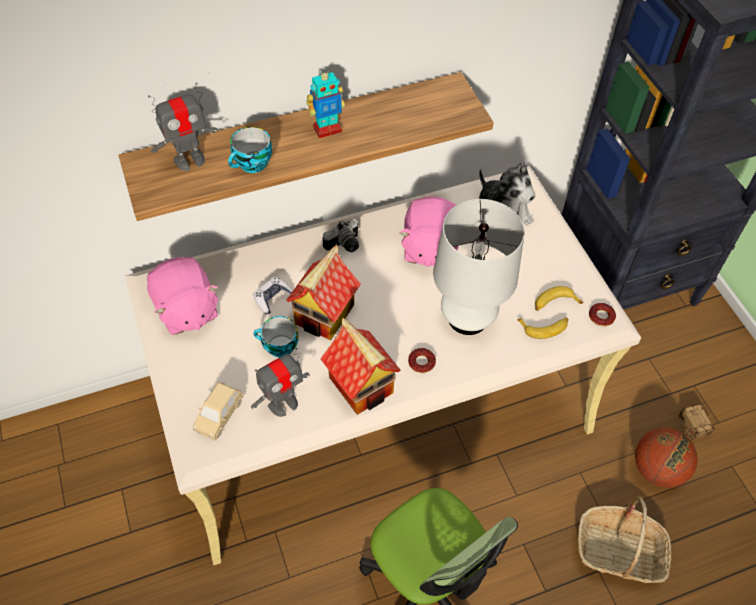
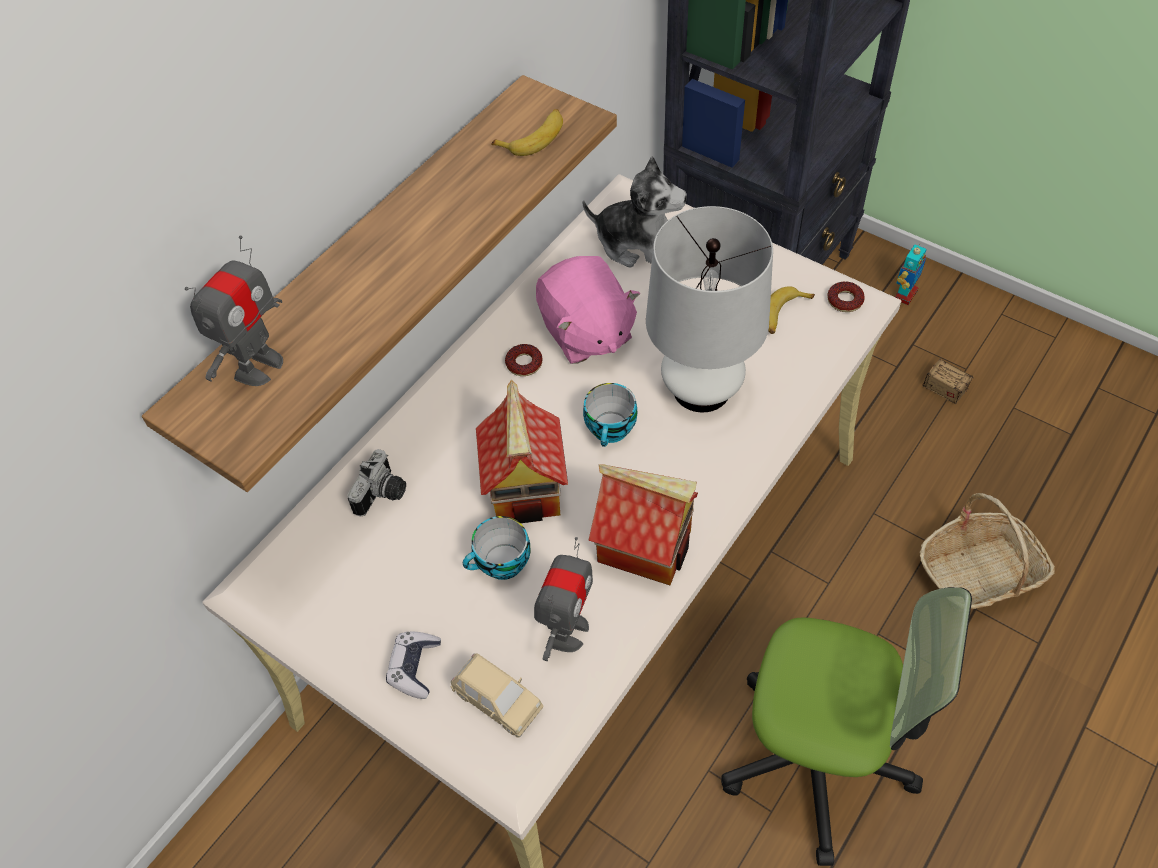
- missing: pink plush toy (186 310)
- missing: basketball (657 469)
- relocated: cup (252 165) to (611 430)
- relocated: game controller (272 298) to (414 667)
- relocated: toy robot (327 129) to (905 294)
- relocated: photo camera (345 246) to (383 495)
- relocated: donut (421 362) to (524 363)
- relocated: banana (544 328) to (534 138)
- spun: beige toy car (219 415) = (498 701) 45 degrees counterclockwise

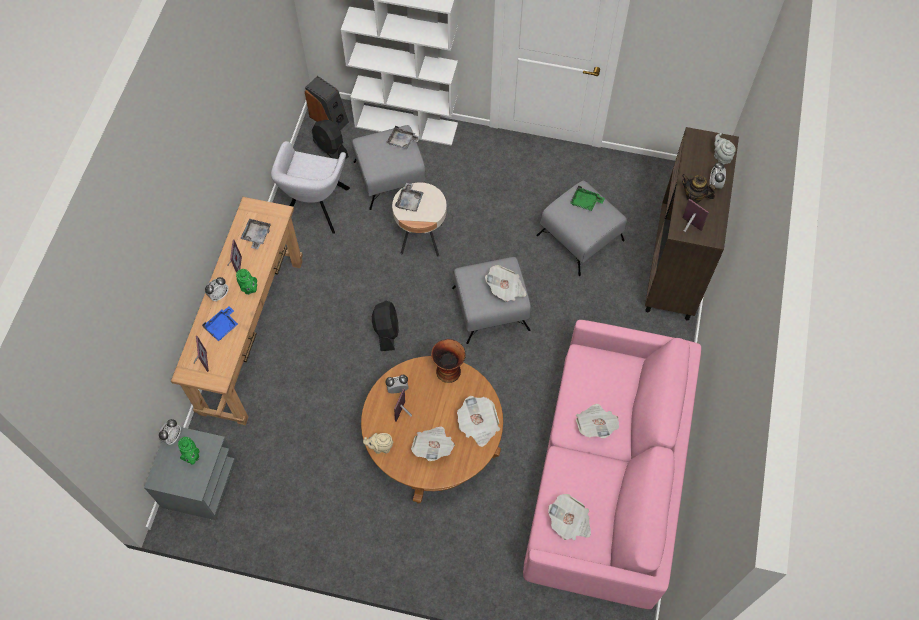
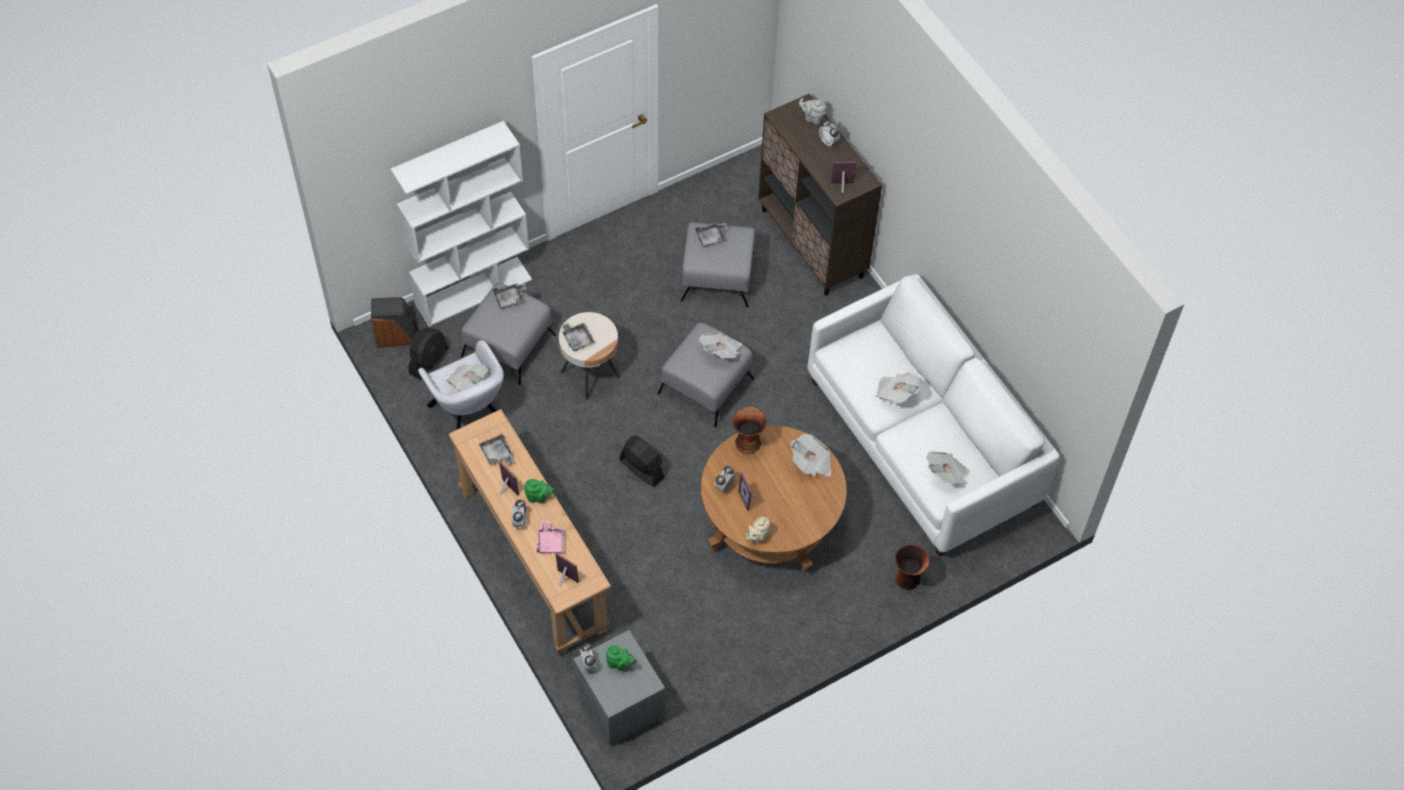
- missing: teapot (694 196)
- appeared: vase (908 578)
- relocated: newspaper (433 447) to (468 381)
- colour: blue tray (222 326) to pink tray (550 541)
- colour: pink sofa (606 480) to white sofa (922 442)
- colour: green tray (585 202) to grey tray (711 238)
- spun: black fan (331 149) = (428 361) 60 degrees counterclockwise

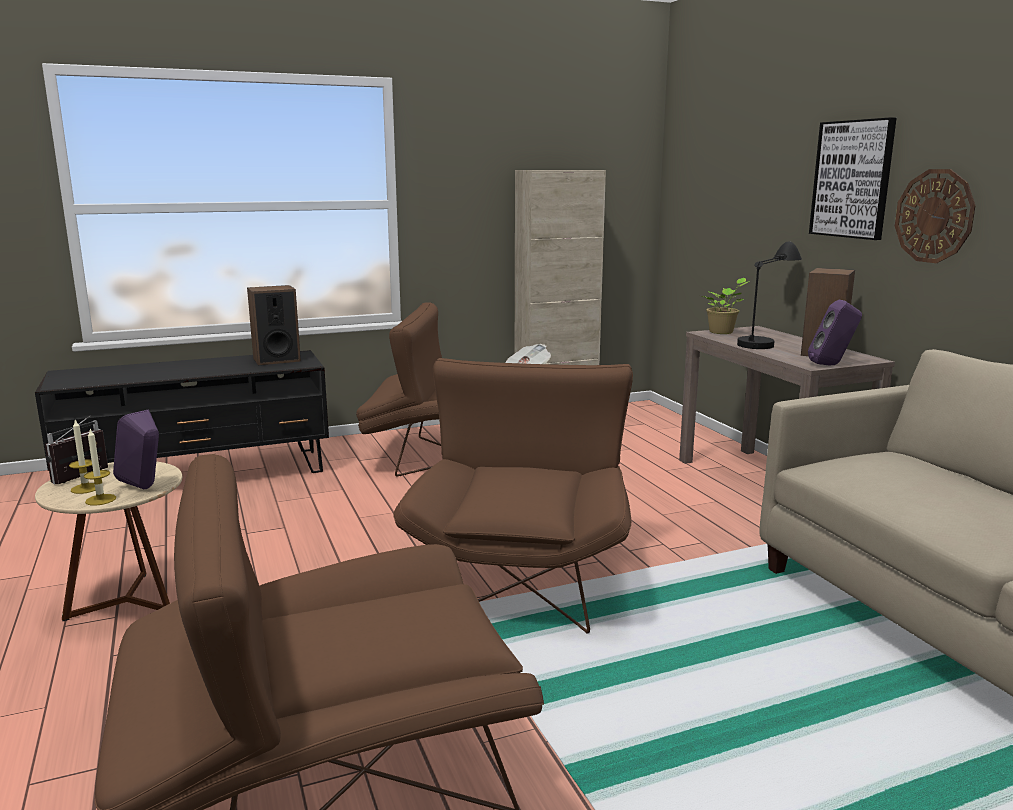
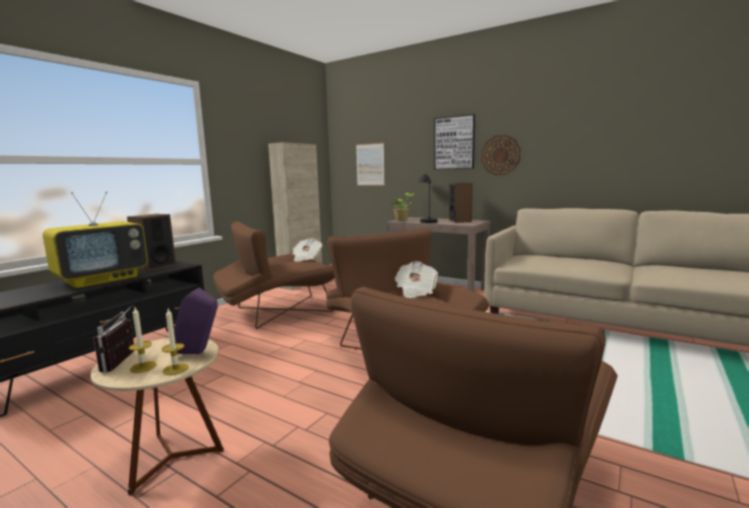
- missing: purple speaker (832 365)
- appeared: television (102 279)
- appeared: picture (370 164)
- appeared: newspaper (415 291)

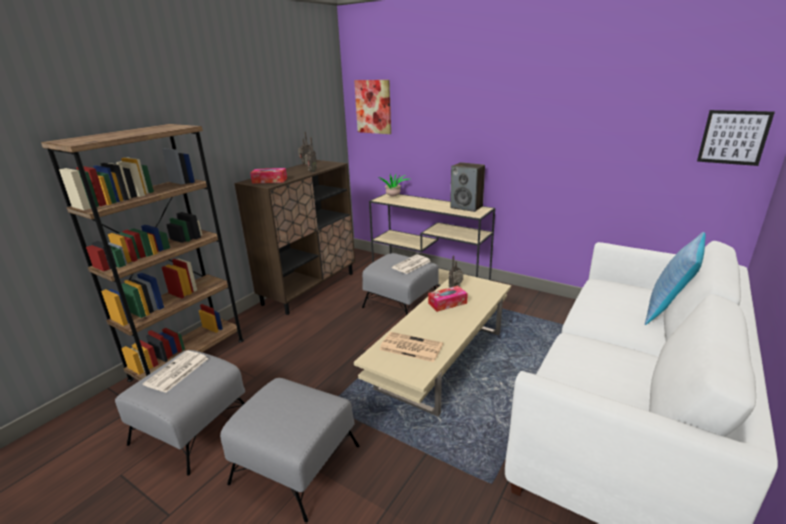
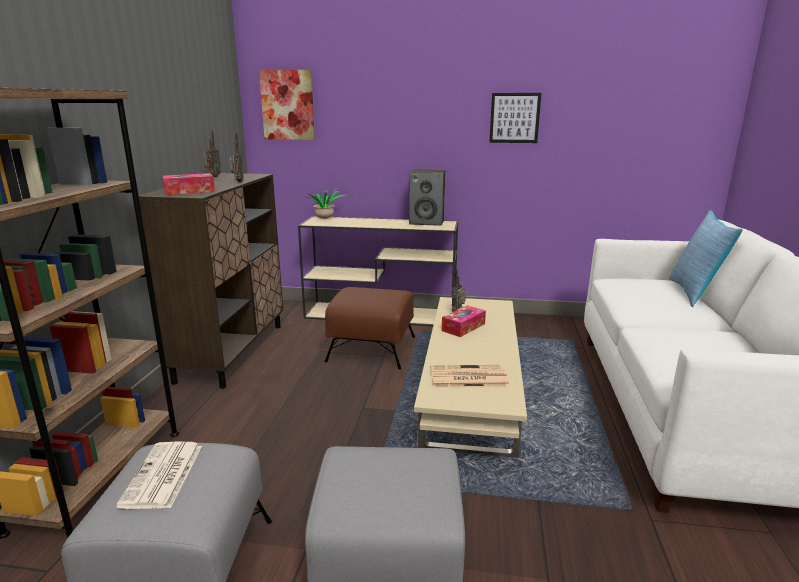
- missing: newspaper (411 265)
- relocated: picture (733 137) to (514 118)
- colour: grey ottoman (402 303) to brown ottoman (372 349)

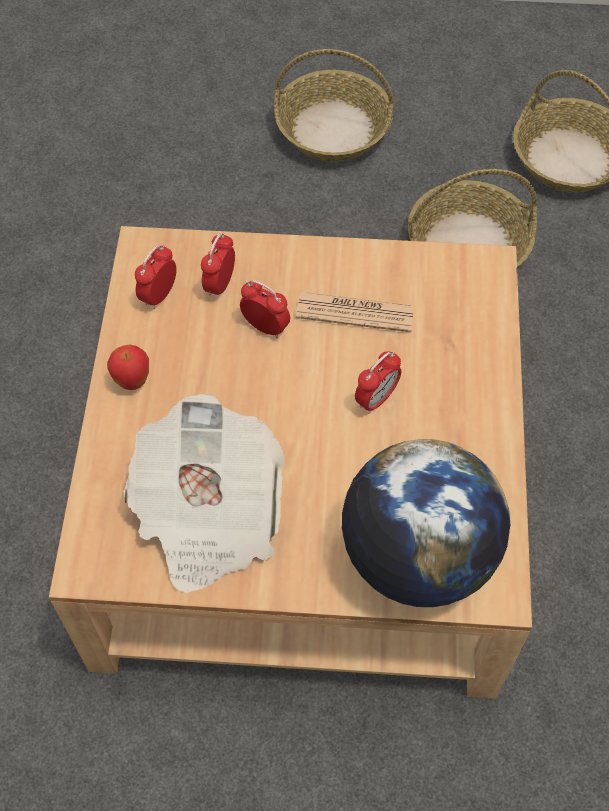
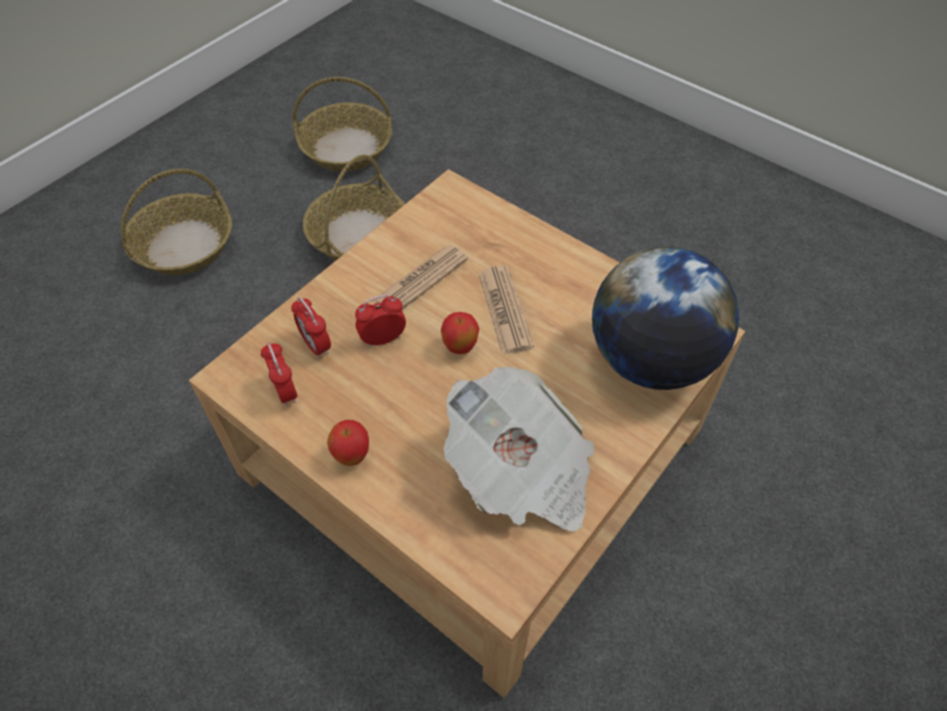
- appeared: apple (460 347)
- exchanged: alarm clock (376 399) to newspaper (505 310)

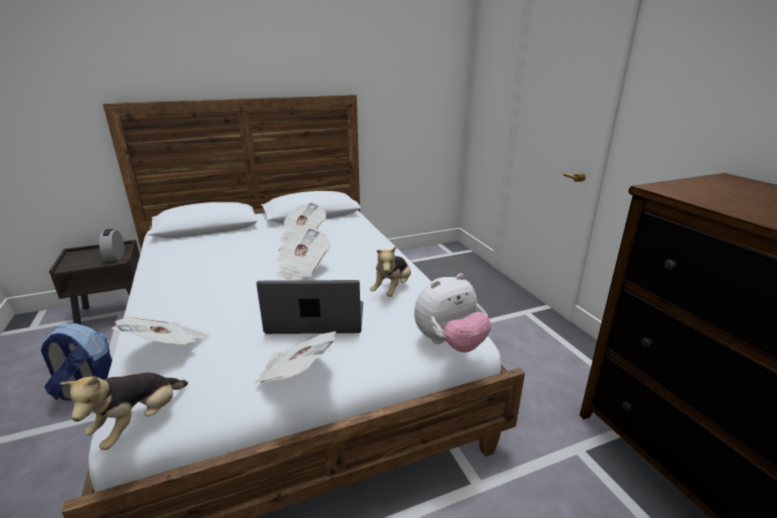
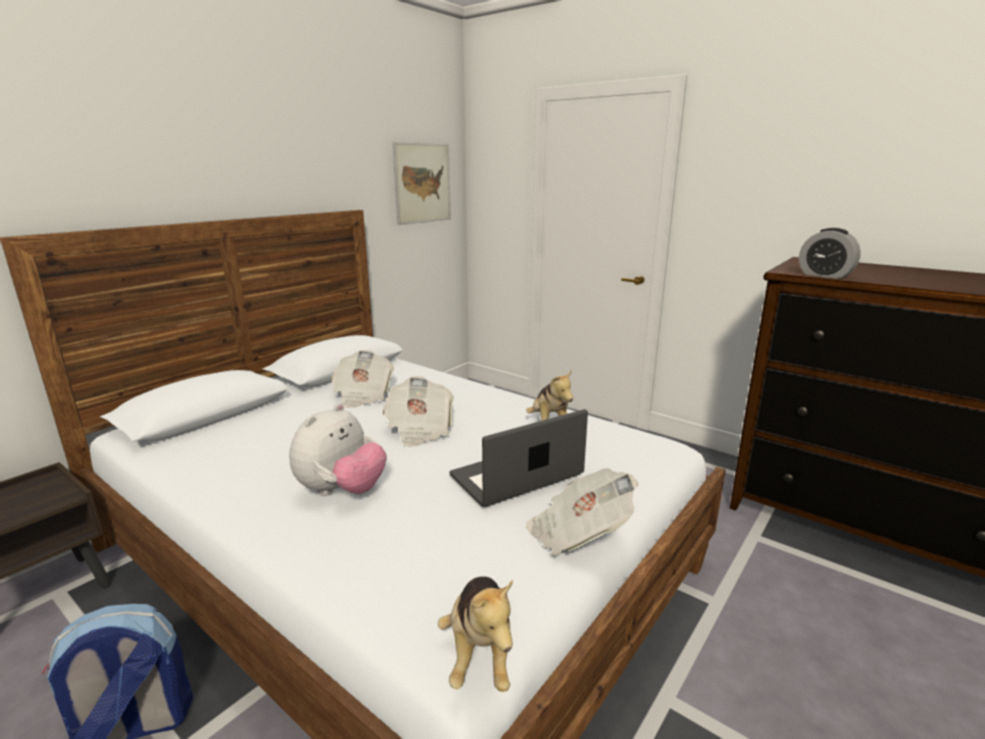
- missing: newspaper (168 348)
- appeared: picture (422 183)
- relocated: alarm clock (115 257) to (824 275)
- relocated: plush toy (450 343) to (341 491)

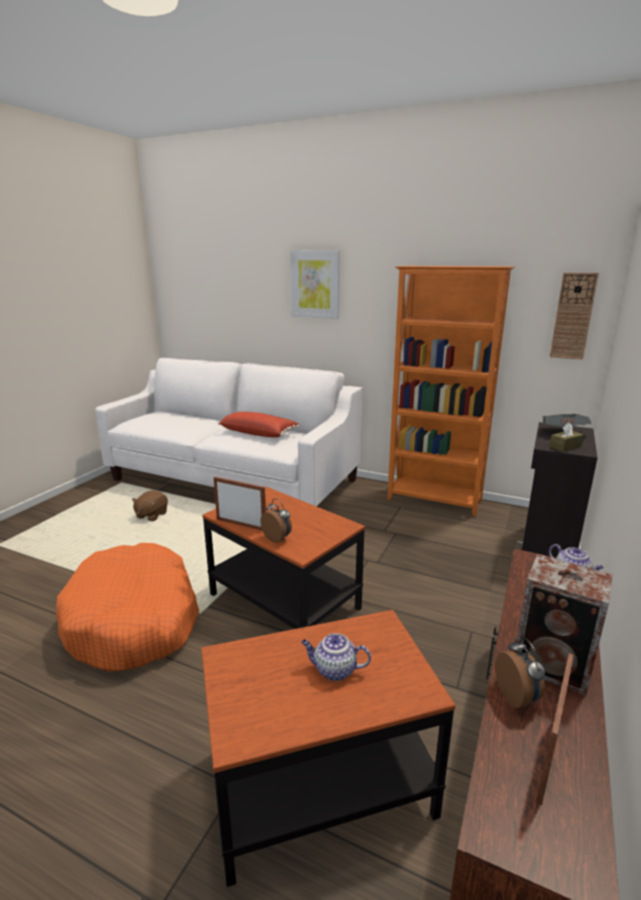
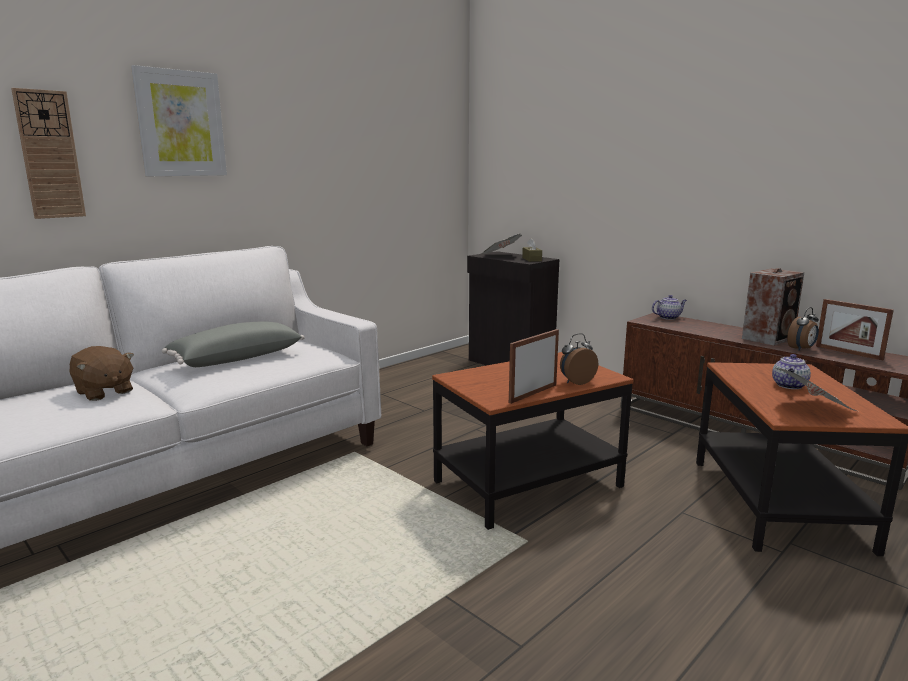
- missing: orange dog bed (134 620)
- missing: orange bookcase (434 500)
- appeared: newspaper (814 409)
- relocated: brown plush toy (151 515) to (104 392)
- relocated: wall clock (573 316) to (49 155)
- colour: red pillow (259 433) to grey pillow (236 358)
- spun: alarm clock (517 697) = (801 349) 135 degrees clockwise

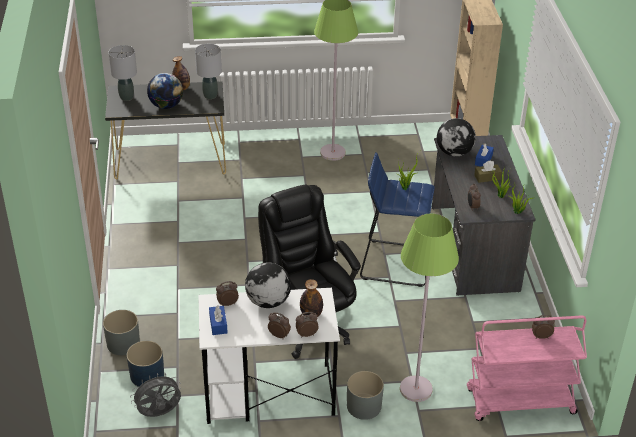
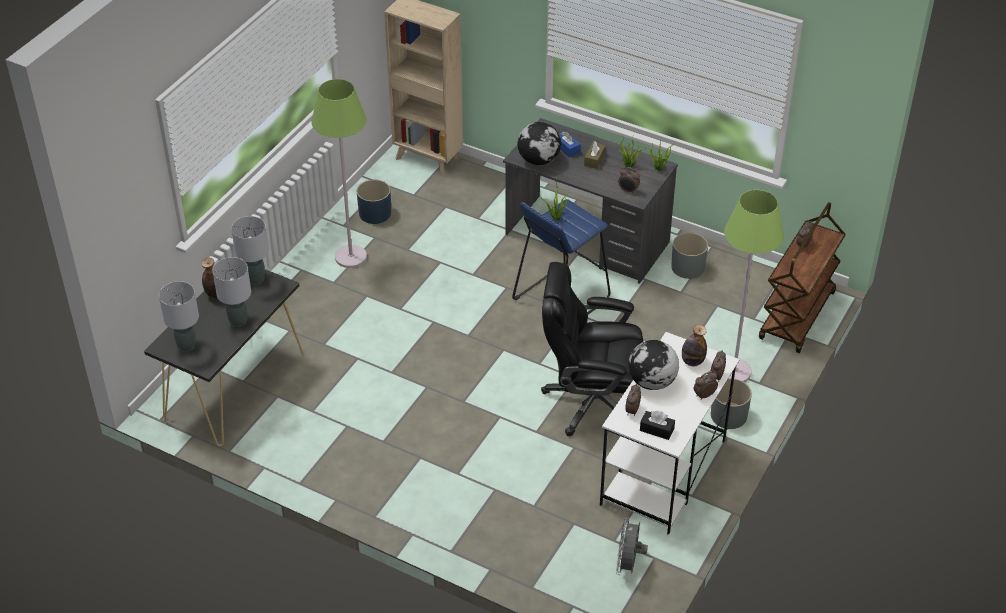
- relocated: grey planter (123 343) to (687 267)
- relocated: blue planter (147 375) to (375 213)
- exchanged: globe (166 106) to grey table lamp (238 320)
- colour: blue tissue box (218 324) to black tissue box (656 429)
- colour: pink cart (519 402) to brown cart (797 316)

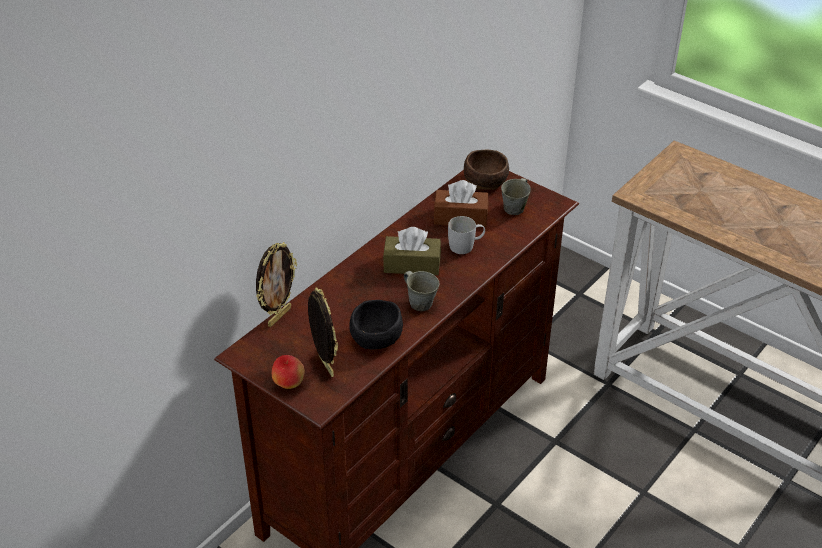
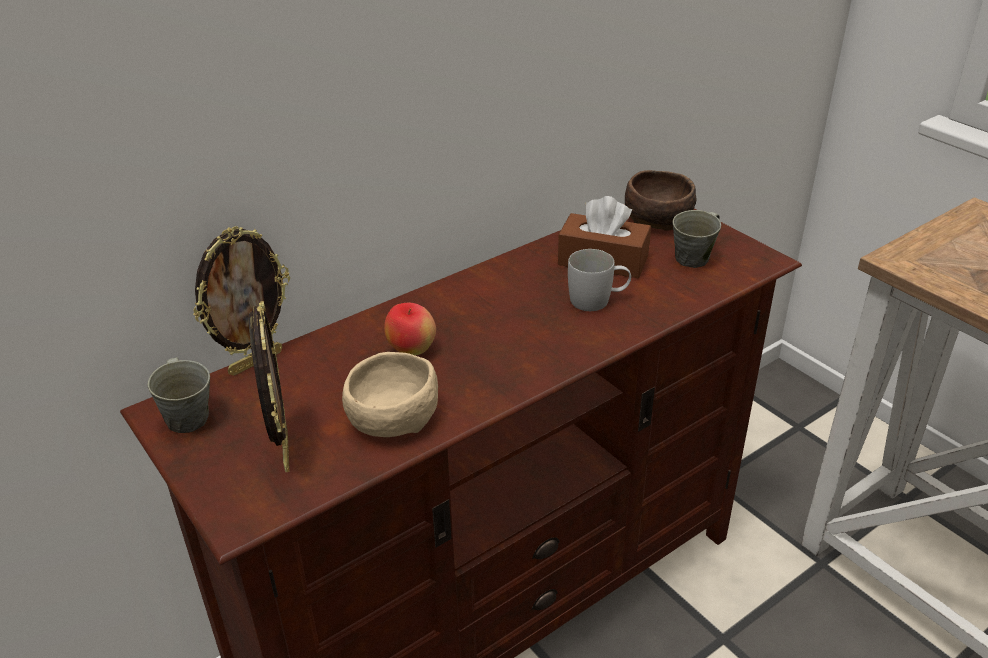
- missing: brown tissue box (412 264)
- relocated: apple (289 384) to (412 350)
- relocated: grey mug (420 302) to (188 417)
- colour: black bowl (375 338) to beige bowl (391 418)

